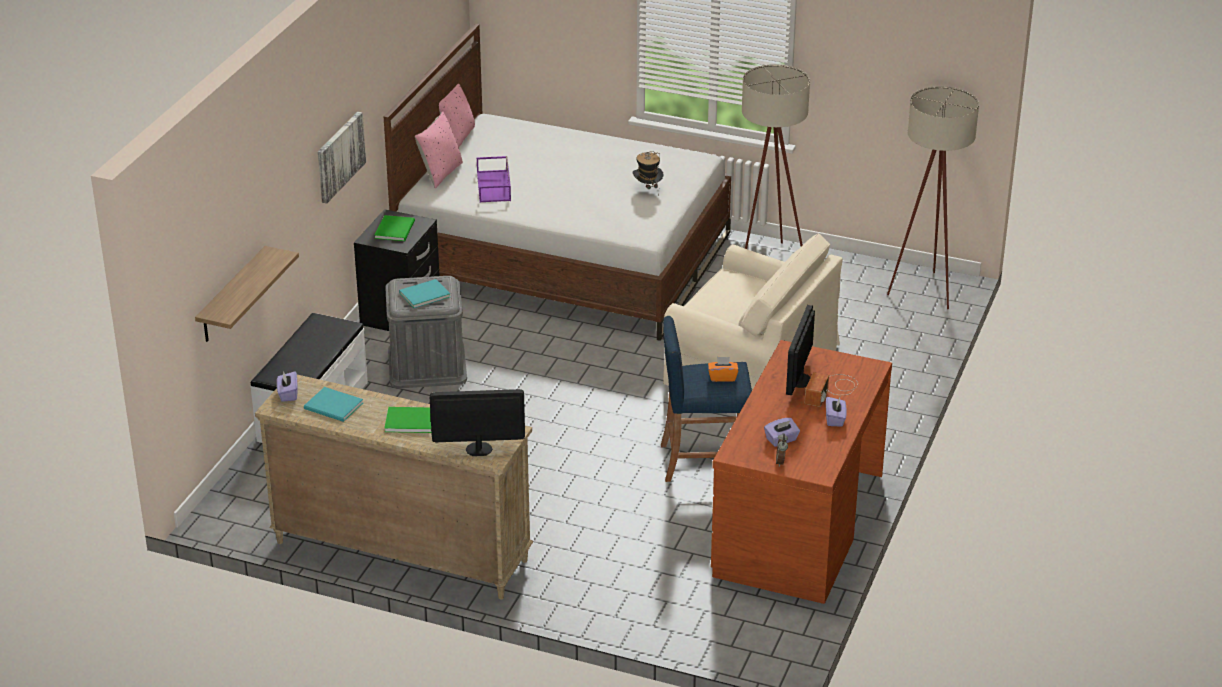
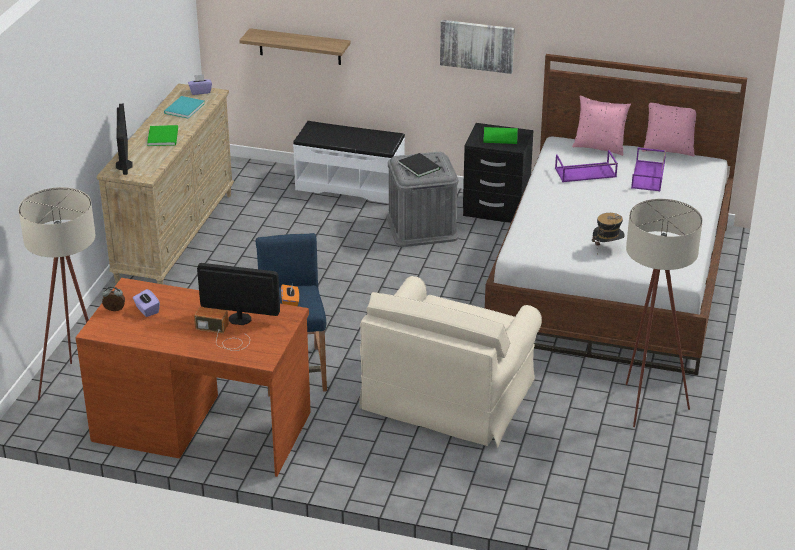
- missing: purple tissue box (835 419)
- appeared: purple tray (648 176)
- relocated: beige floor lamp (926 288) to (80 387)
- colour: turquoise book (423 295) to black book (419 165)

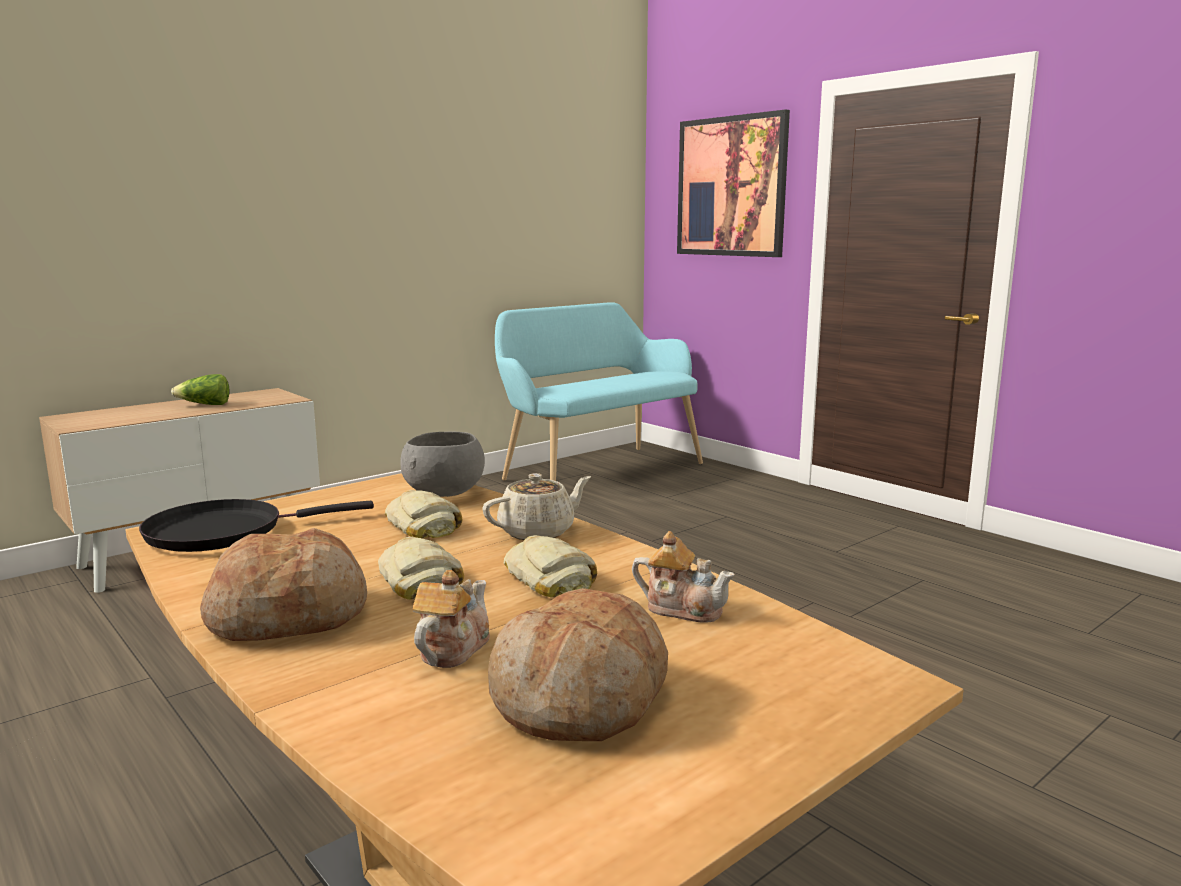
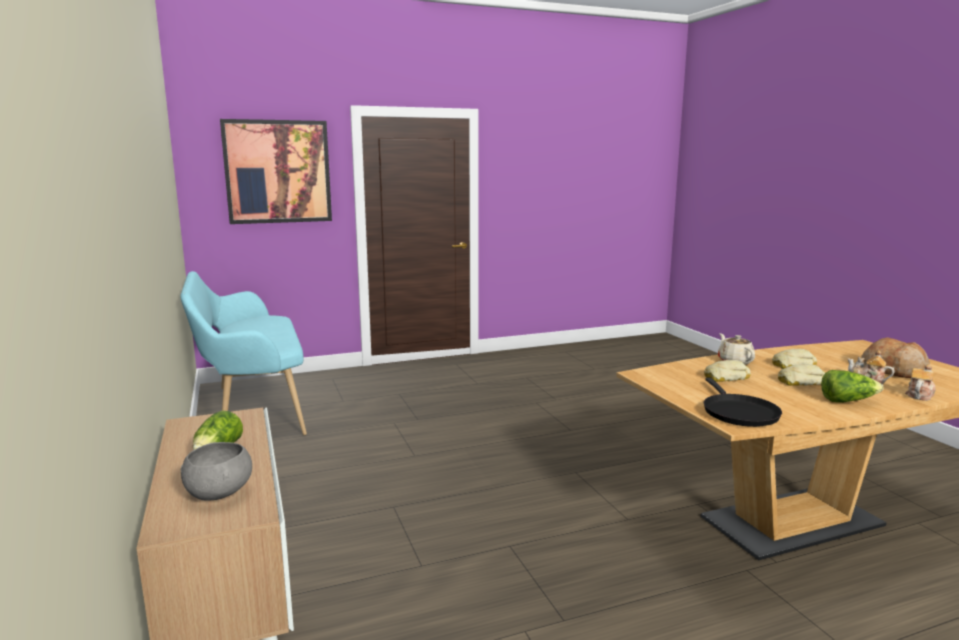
- relocated: grey bowl (444 495) to (220 494)
- relocated: teapot (682 608) to (919 395)
- exchanged: bread (290 615) to lettuce (847 401)

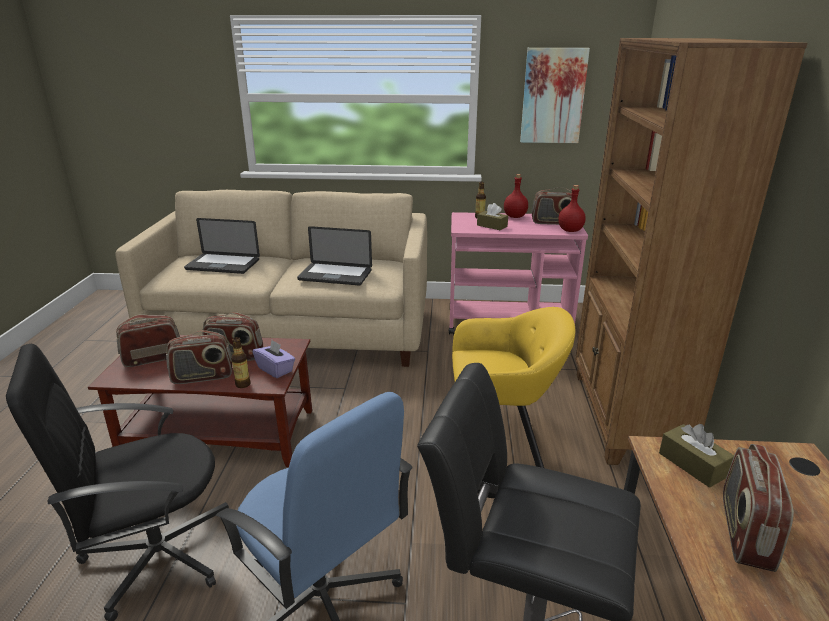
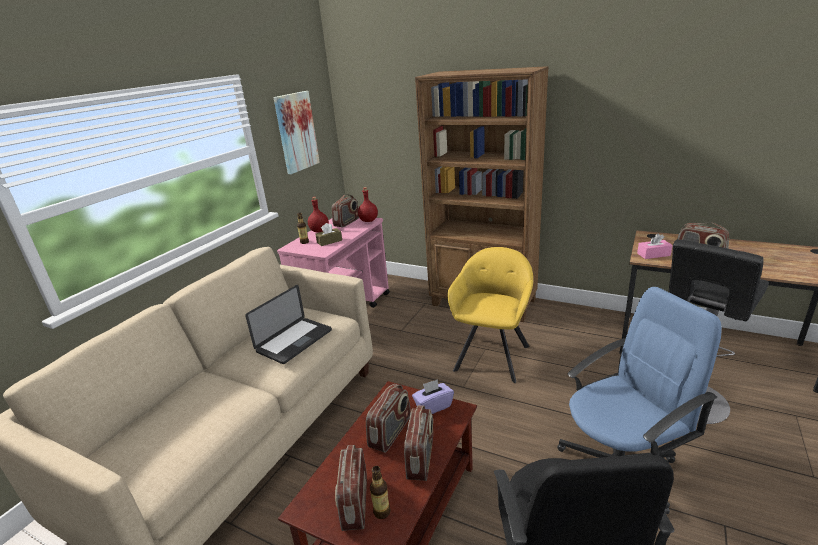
- missing: laptop (223 265)
- relocated: bottle (243 384) to (382 512)
- colour: brown tissue box (693 464) to pink tissue box (653 254)

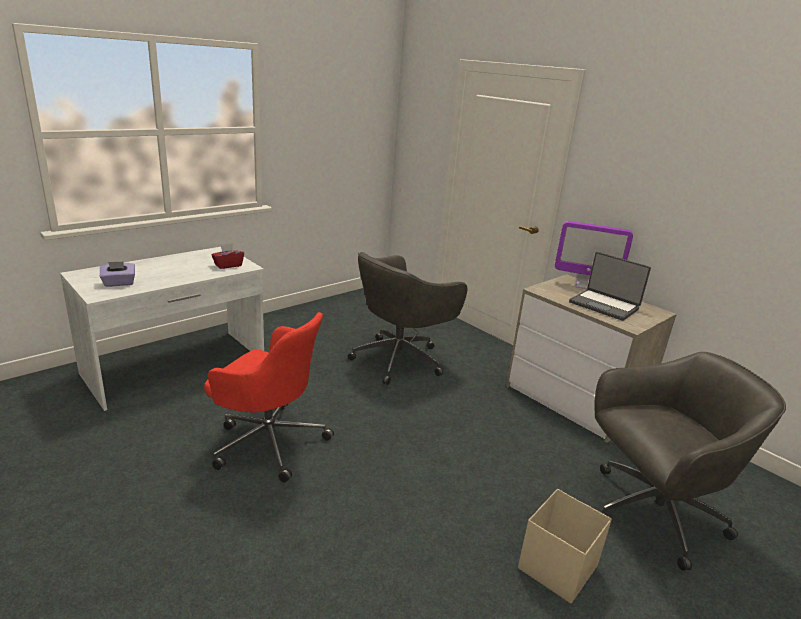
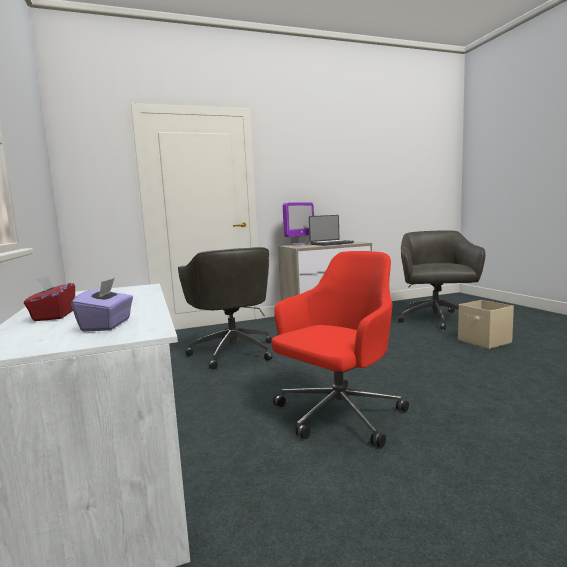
- relocated: red tissue box (228 265) to (53 316)

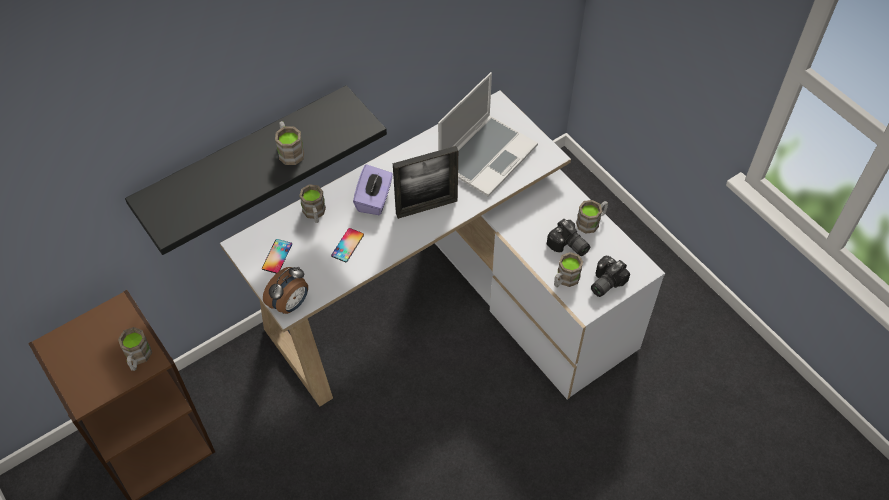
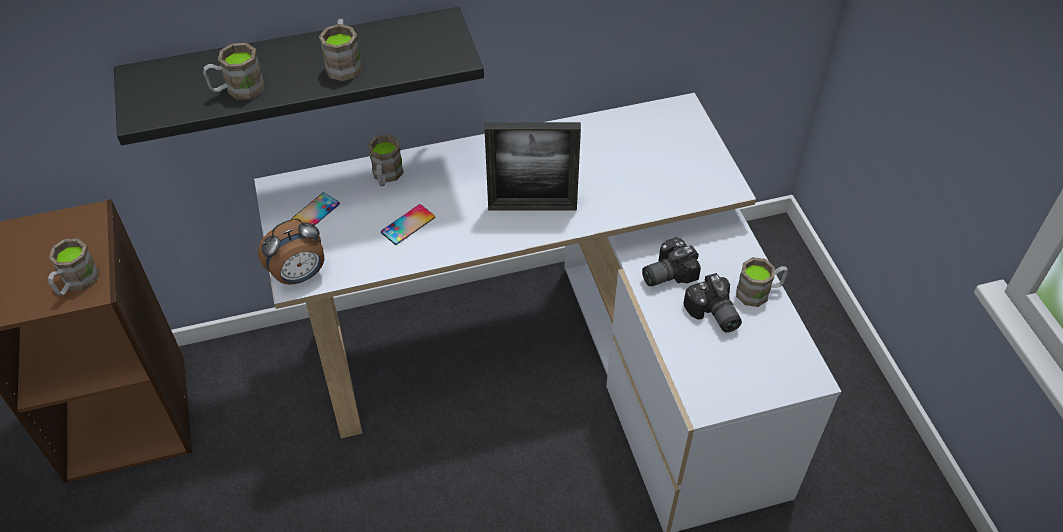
- missing: purple tissue box (374 200)
- missing: laptop (487 155)
- relocated: brown mug (564 280) to (237 90)
- relocated: photo camera (604 282) to (666 272)

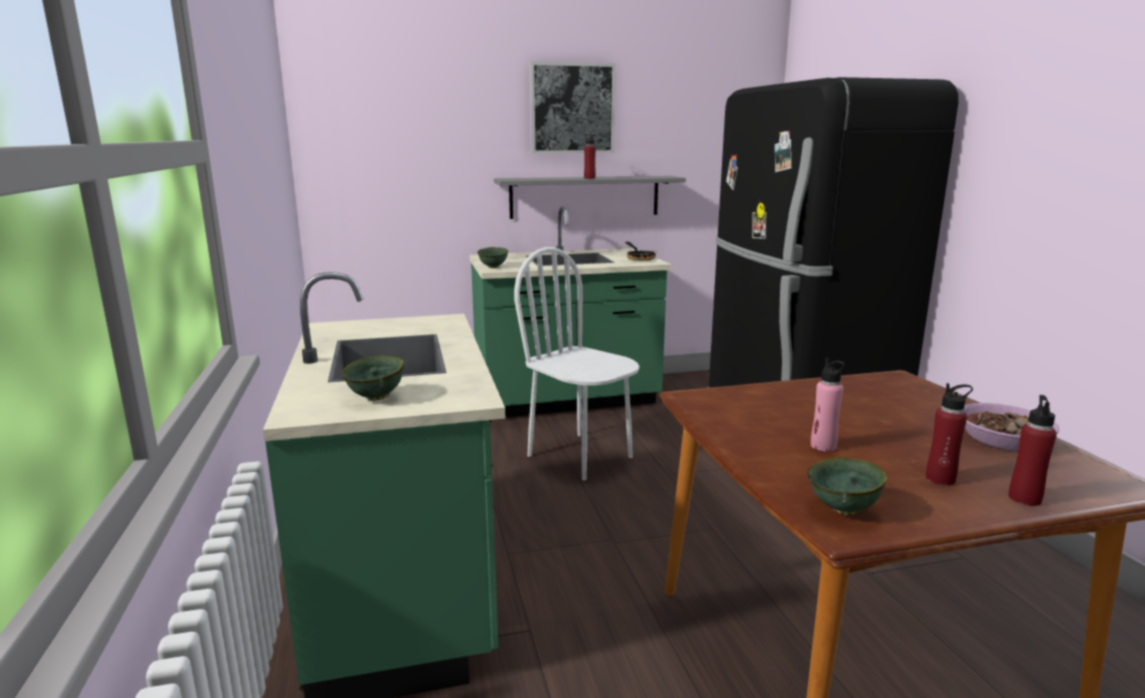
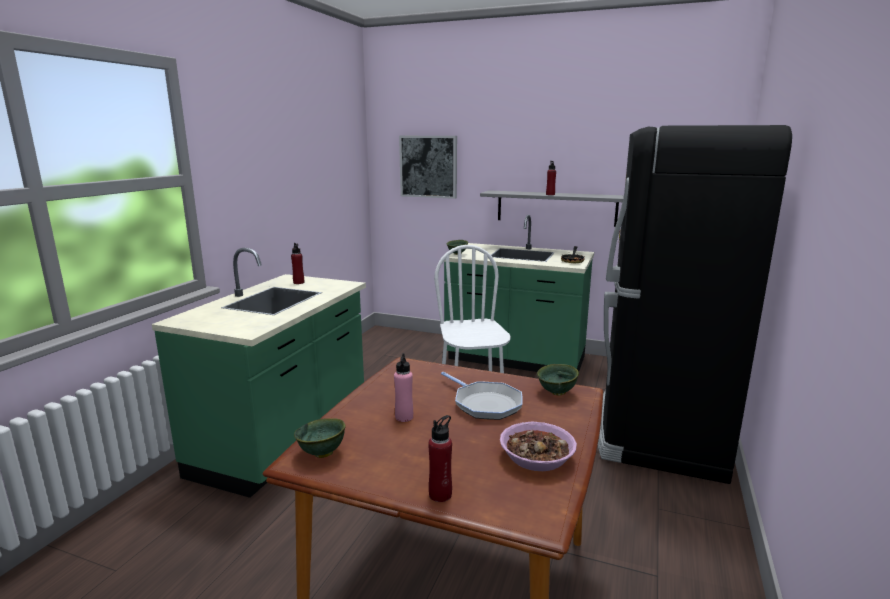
- appeared: frying pan (485 404)
- relocated: green bowl (377 398) to (557 393)
- relocated: picture (572 108) to (428 166)
- relocated: red bottle (940 479) to (298 282)

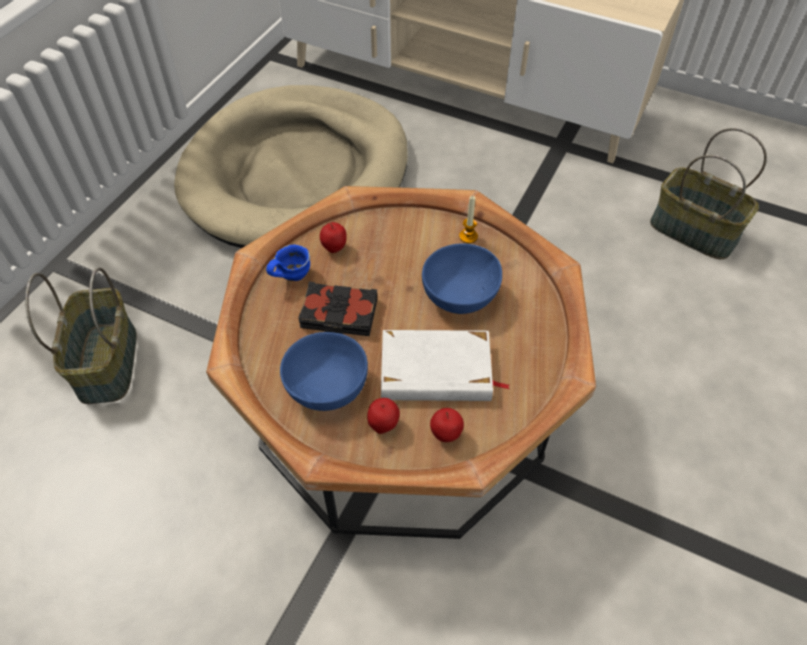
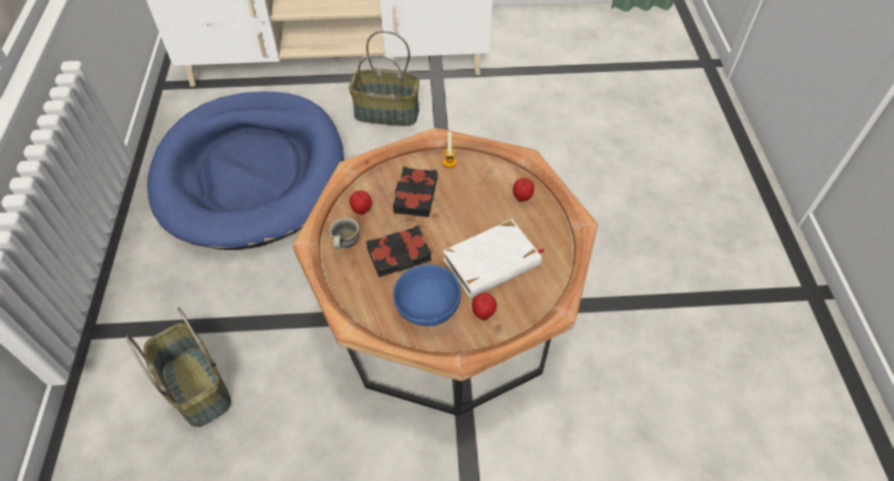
- missing: blue bowl (462 296)
- appeared: black book (415 195)
- relocated: apple (445 435) to (522 198)
- relocated: basket (692 232) to (386 113)
- colour: beige dog bed (297 174) to blue dog bed (251 173)
- colour: blue mug (291 276) to grey mug (344 244)

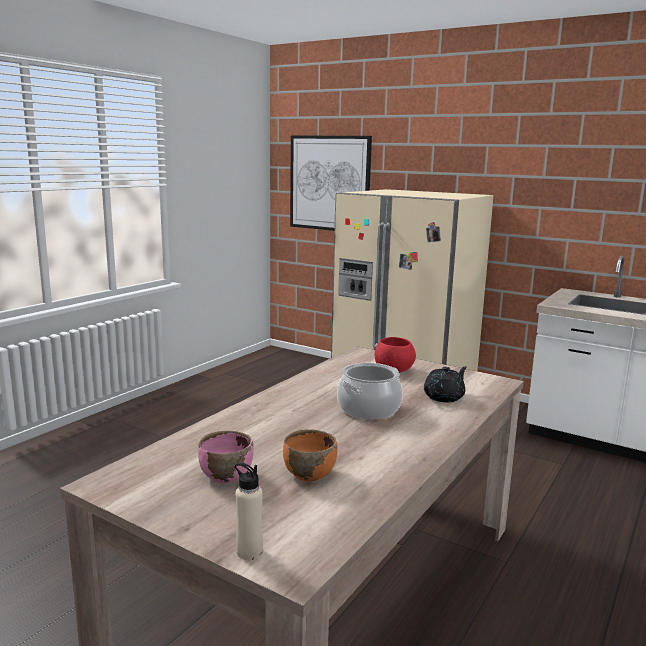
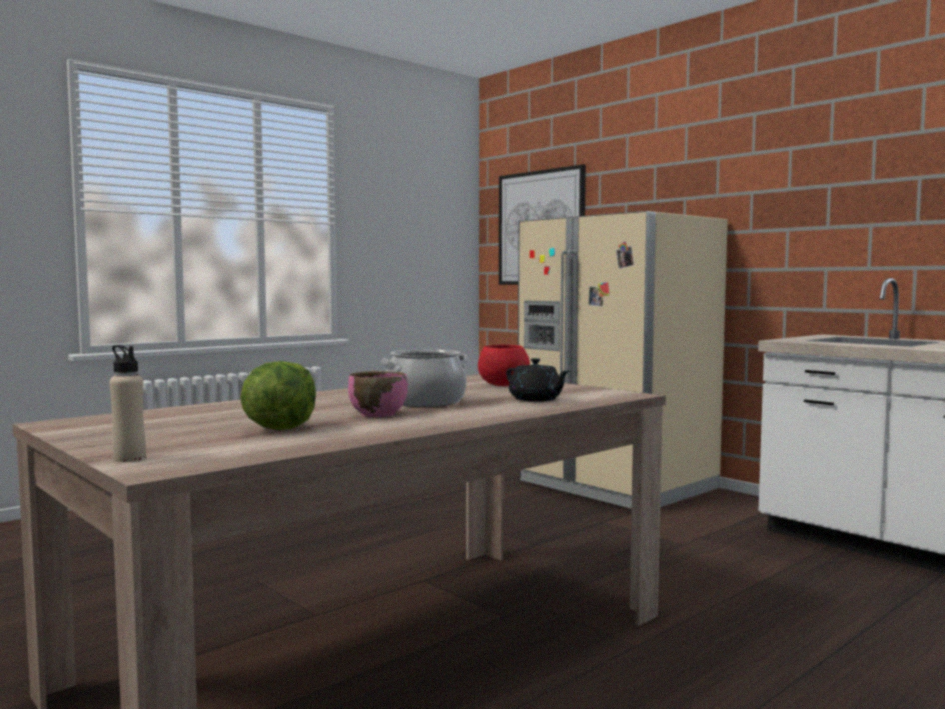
- relocated: pink bowl (225 475) to (377 414)
- exchanged: orange bowl (309 474) to lettuce (279 428)
- spun: black teapot (444 397) = (536 399) 75 degrees clockwise

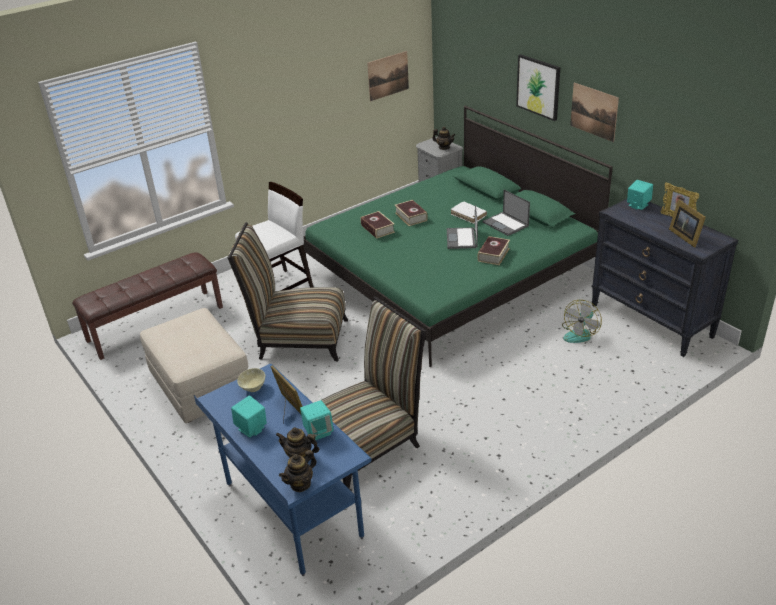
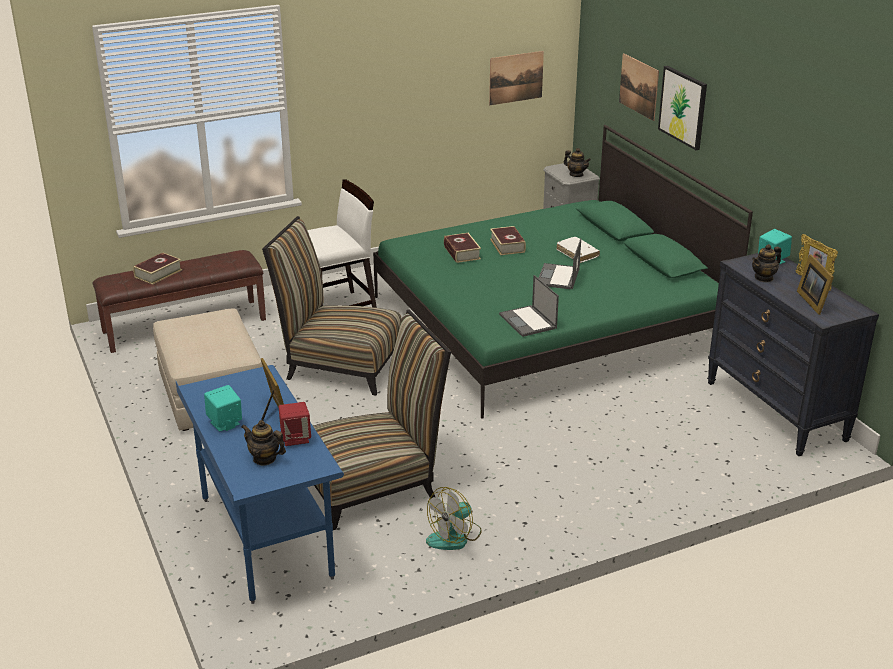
- missing: beige bowl (252 388)
- relocated: teapot (300 484) to (764 278)
- relocated: book (493 255) to (158 273)
- relocated: laptop (506 224) to (528 321)
- relocated: fan (580 333) to (454 536)
- relocated: picture (594 111) to (638 86)
- colour: turquoise speaker (318 432) to red speaker (296 438)

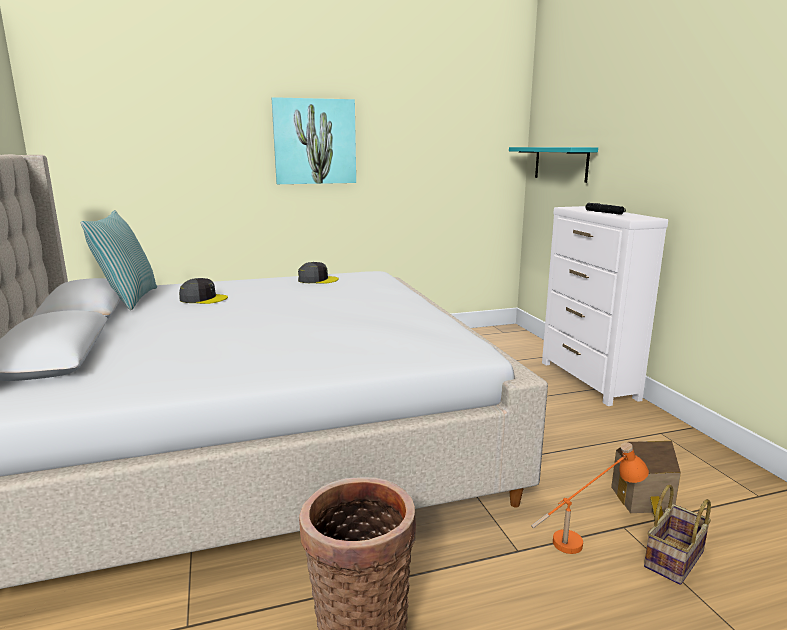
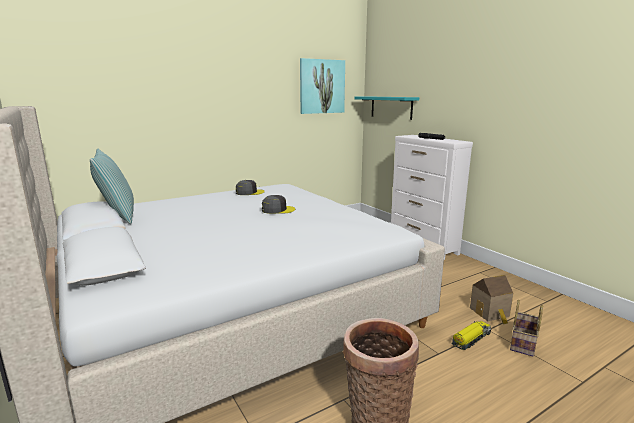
- relocated: grey cap (203 299) to (277 210)
- relocated: picture (315 141) to (322 86)
- exchanged: orange table lamp (584 538) to toy truck (471 339)

